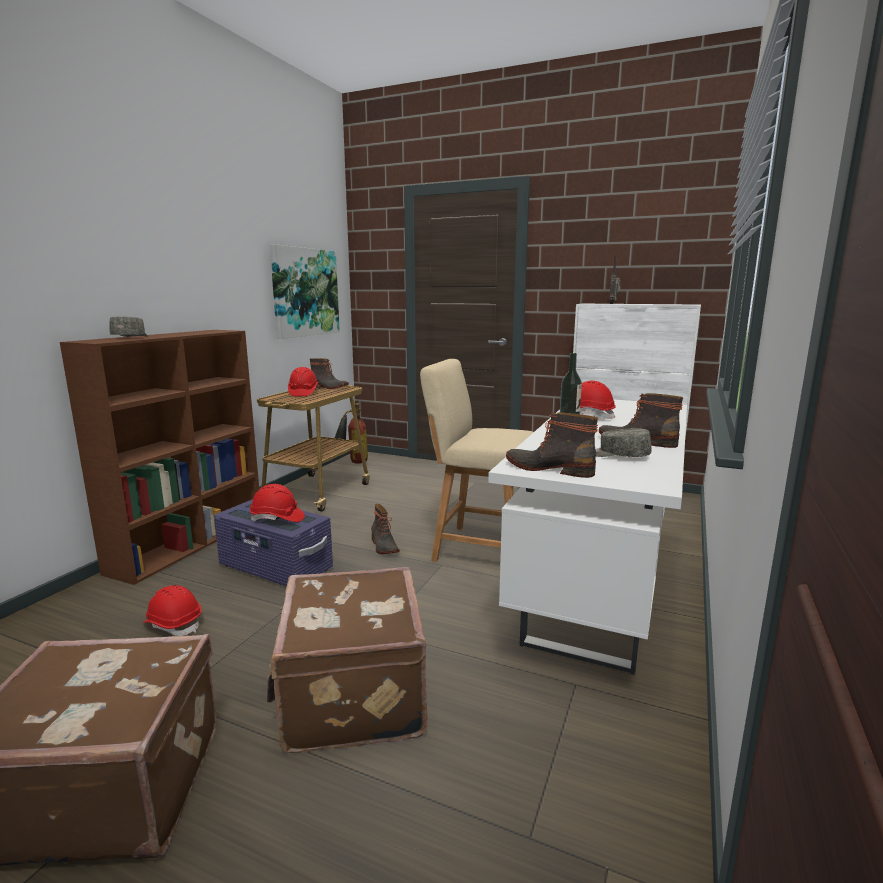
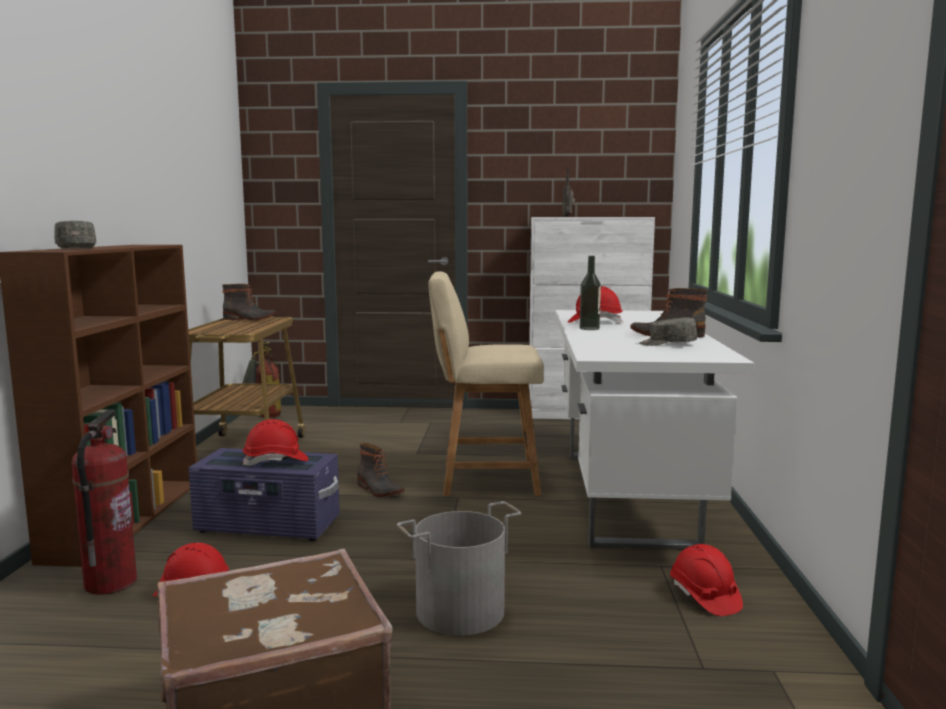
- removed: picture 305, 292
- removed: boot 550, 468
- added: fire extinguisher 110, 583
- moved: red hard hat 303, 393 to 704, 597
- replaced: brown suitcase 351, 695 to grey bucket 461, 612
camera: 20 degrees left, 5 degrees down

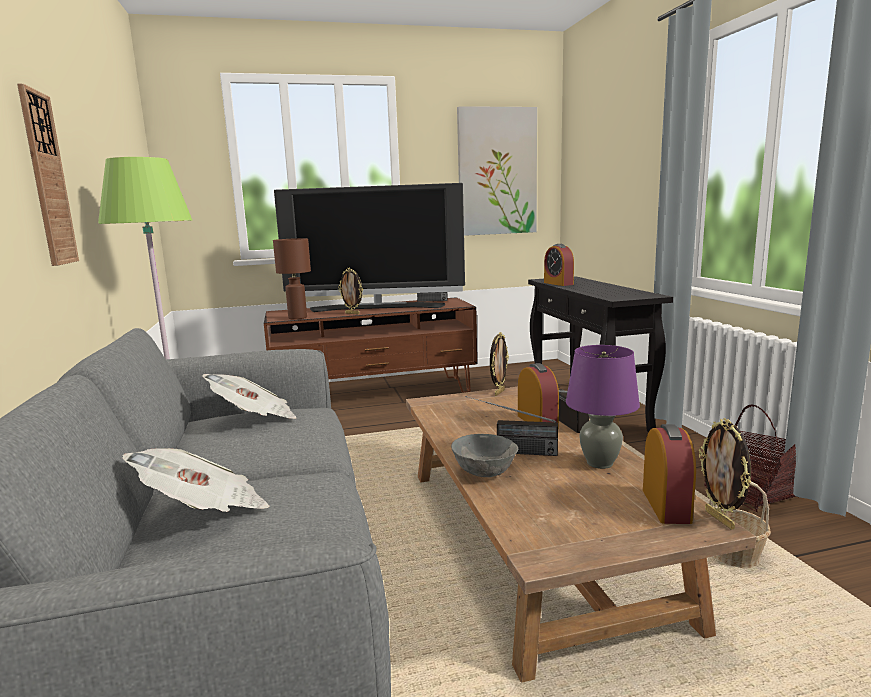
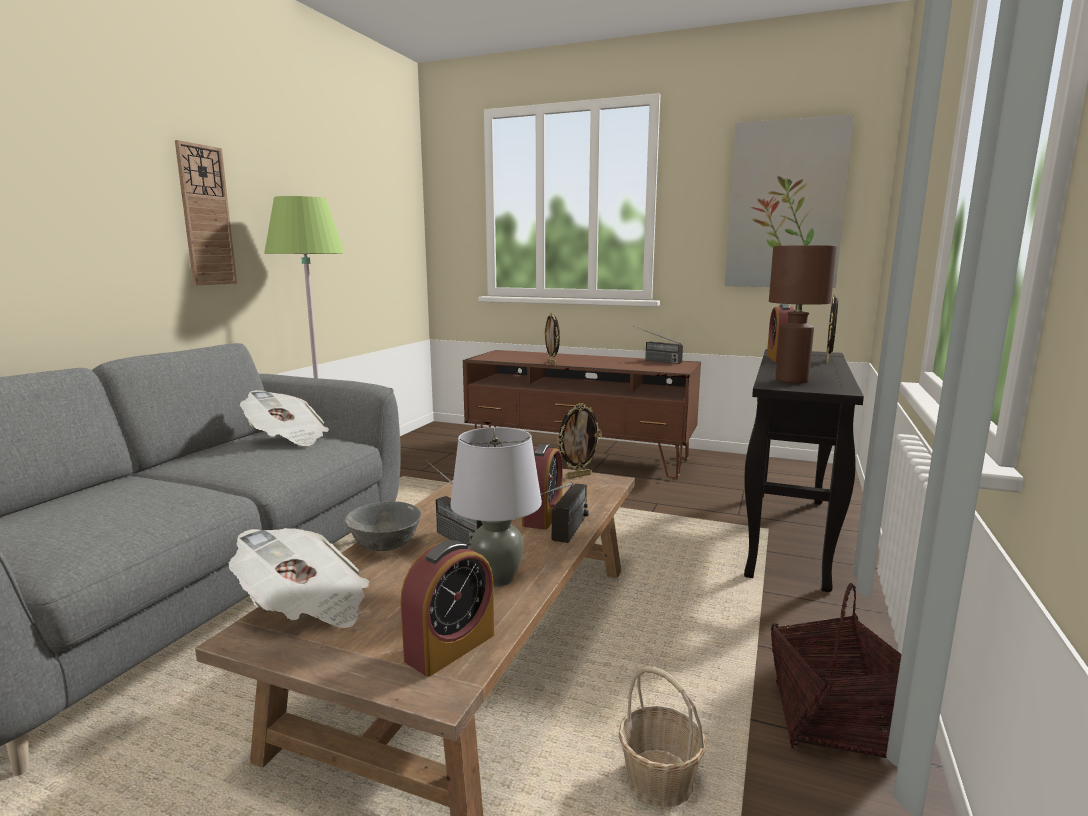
- removed: television 377, 308
- moved: newspaper 205, 510 to 307, 607
- moved: brown table lamp 297, 318 to 791, 380
- moved: picture frame 720, 519 to 828, 361
- recoloured: purple table lamp 600, 463 to grey table lamp 497, 578
camera: 35 degrees right, 0 degrees up

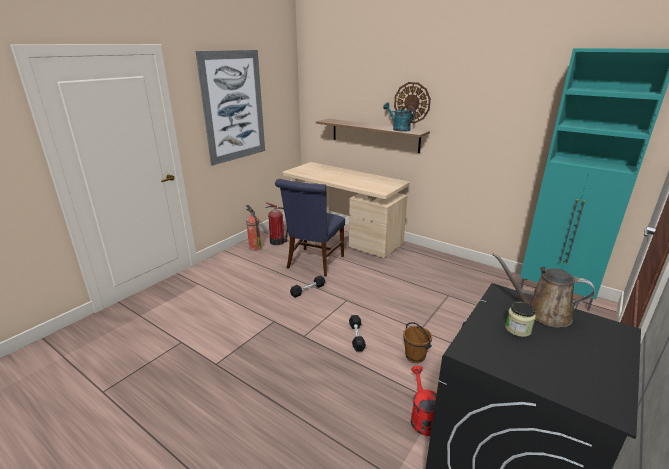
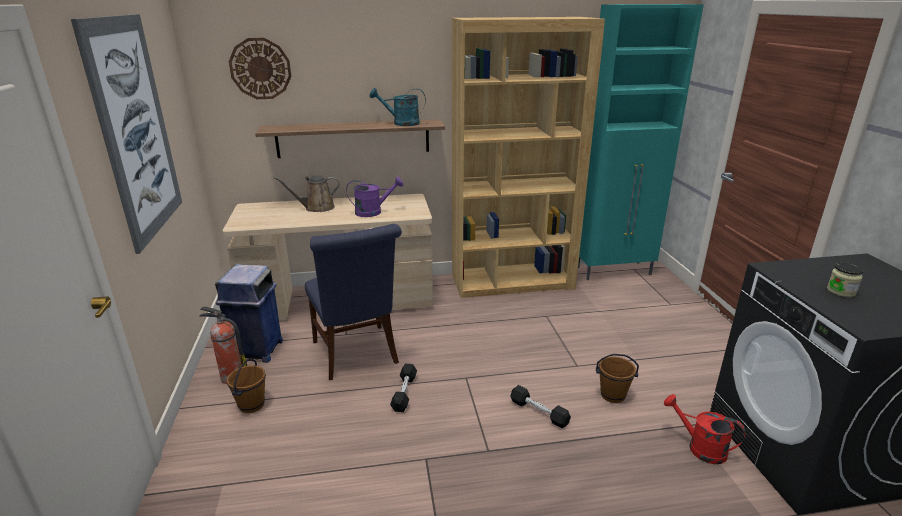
- added: brown bucket 251, 405
- added: purple watering can 373, 212
- added: brown bookcase 512, 281
- moved: wall clock 412, 102 to 260, 69
- moved: brown watering can 542, 313 to 316, 208
- replaced: fire extinguisher 278, 242 to blue trash can 257, 350
camera: 45 degrees left, 0 degrees up

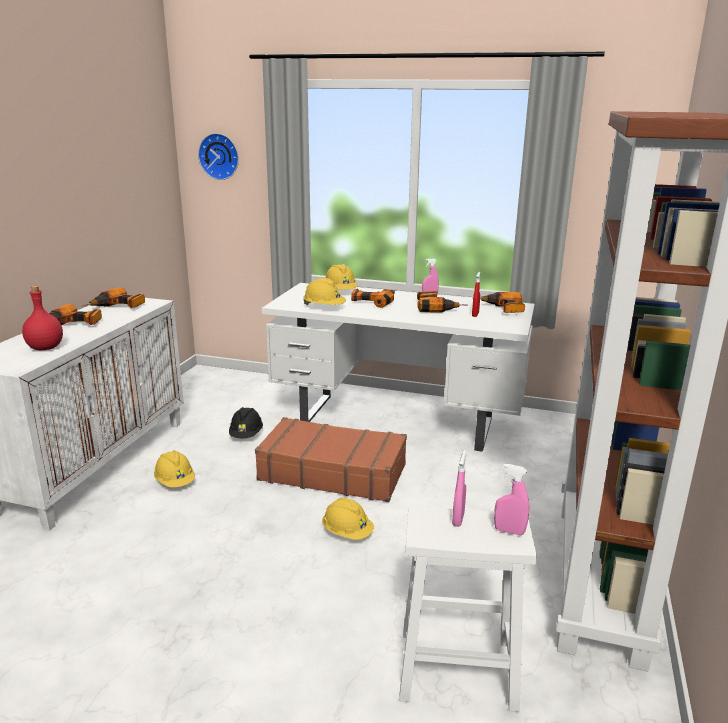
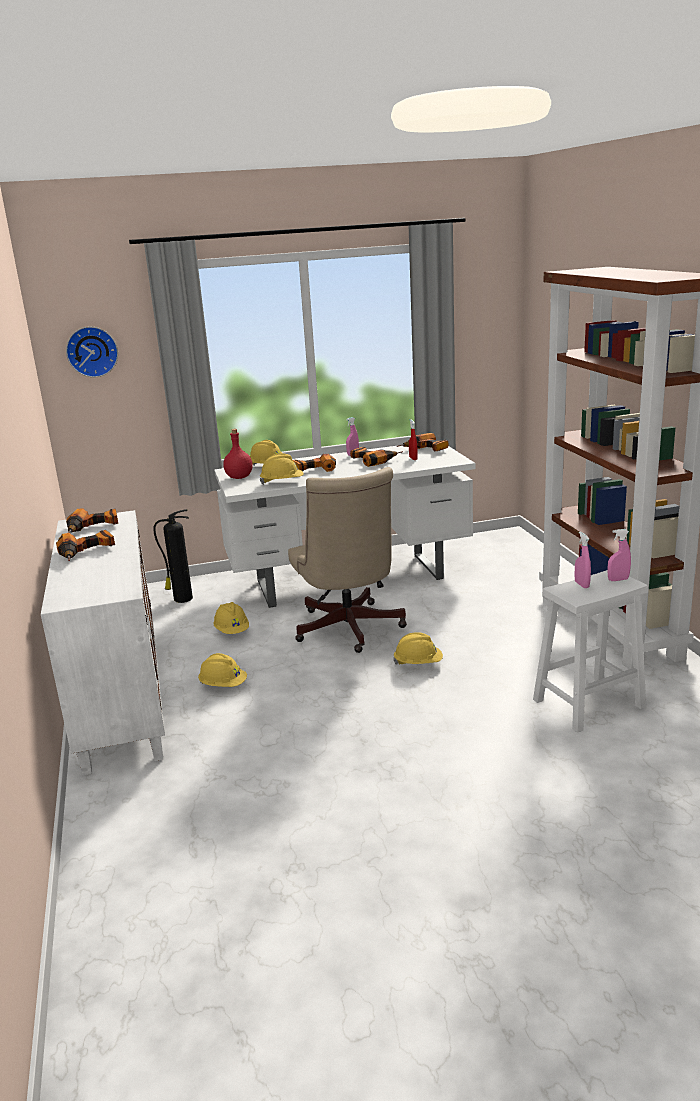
- added: fire extinguisher 182, 599
- moved: red bottle 45, 348 to 239, 477
- replaced: brown suitcase 332, 472 to beige office chair 349, 631
- recoloured: black hard hat 246, 435 to yellow hard hat 232, 631
camera: 30 degrees left, 0 degrees up

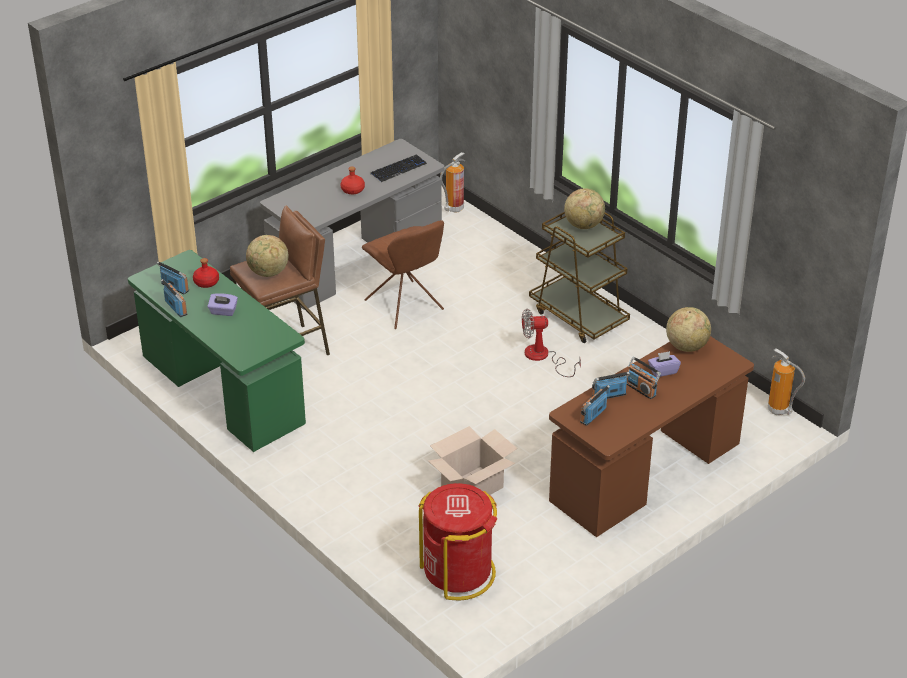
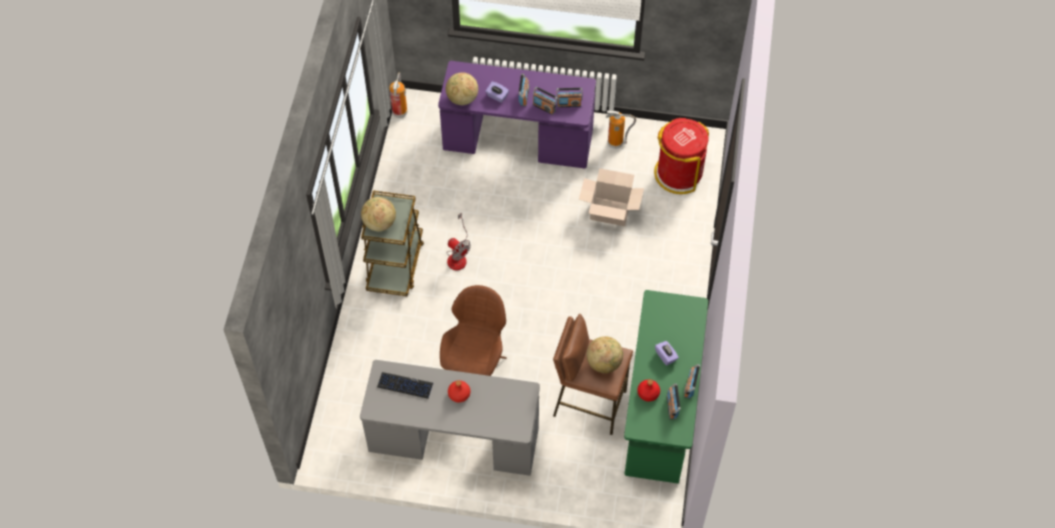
- moved: fire extinguisher 454, 209 to 616, 143
- recoloured: brown desk 645, 474 to purple desk 518, 140
camera: 130 degrees left, 20 degrees up

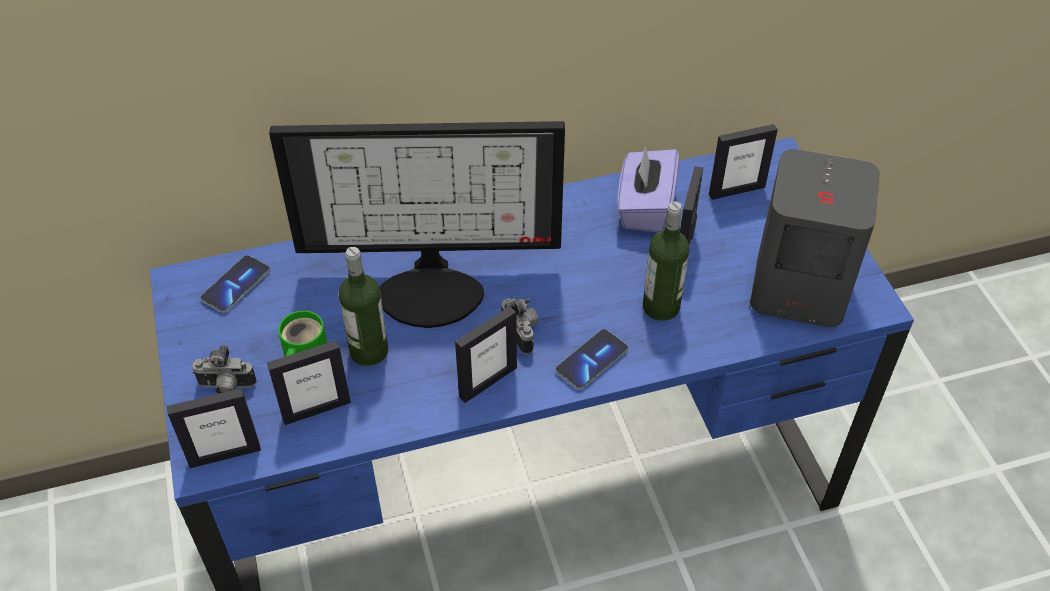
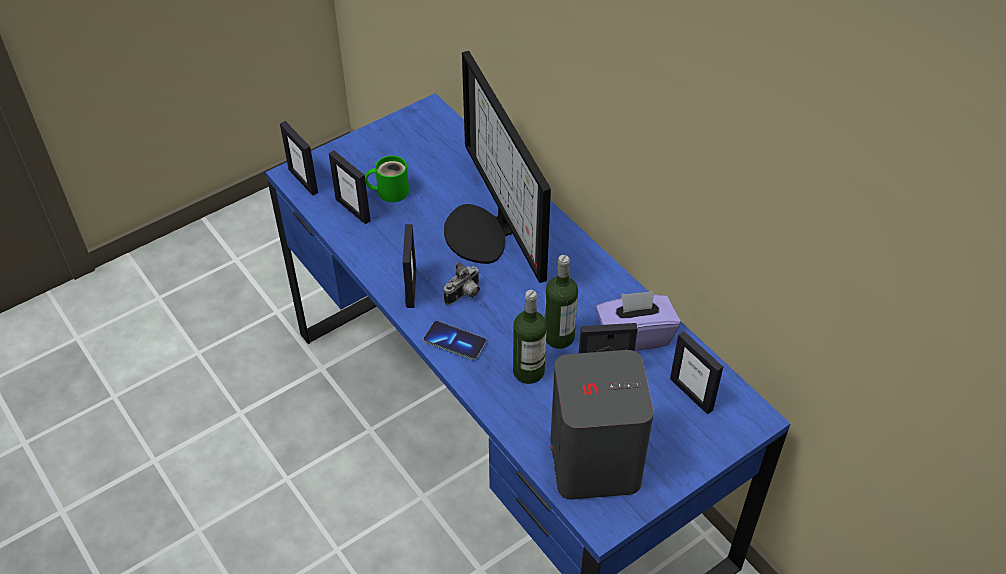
- removed: photo camera 226, 387
- removed: phone 236, 285
- moved: bottle 369, 351 to 559, 337
- turned: picture frame 487, 382 = 411, 288 120 degrees counterclockwise
camera: 70 degrees right, 0 degrees up

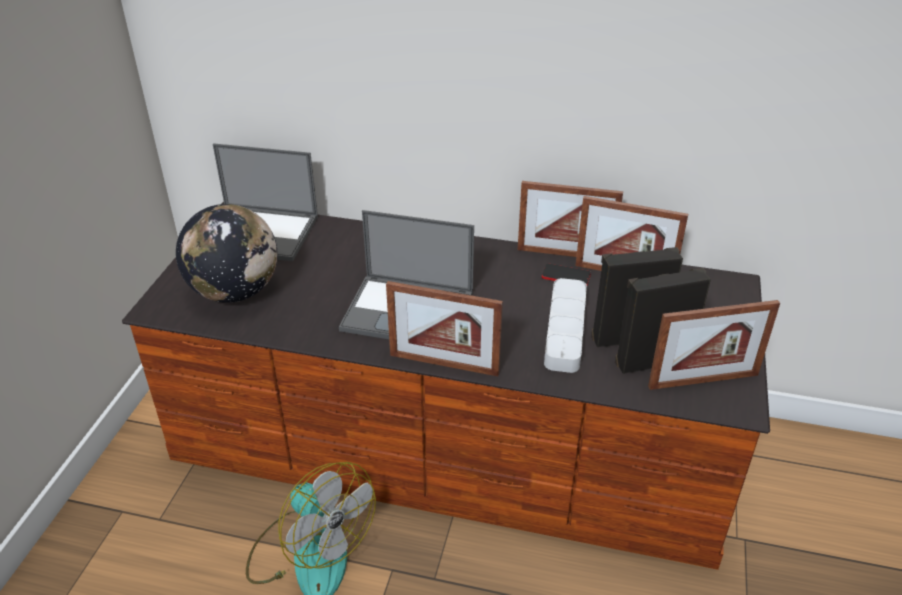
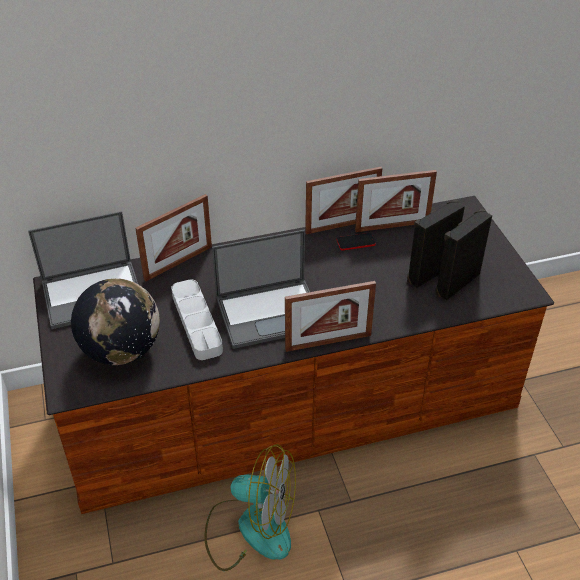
- moved: grey tray 565, 329 to 196, 323
- moved: picture frame 703, 380 to 178, 263
camera: 30 degrees left, 5 degrees up

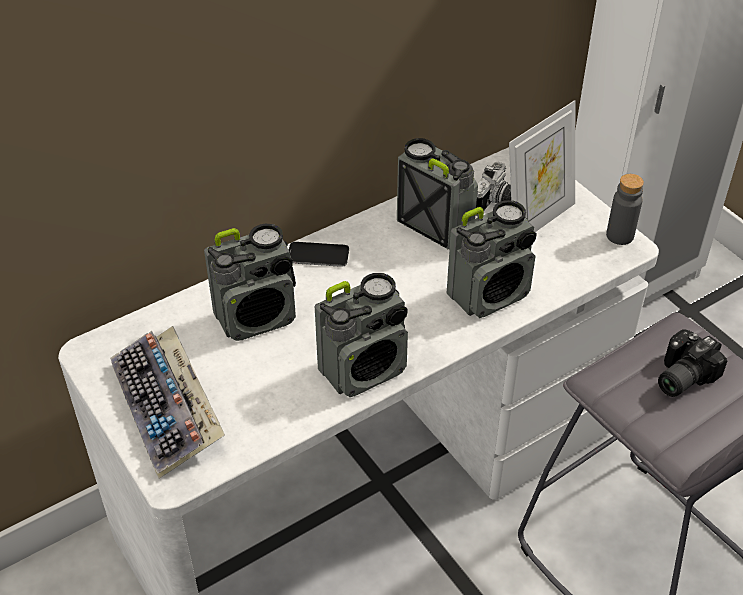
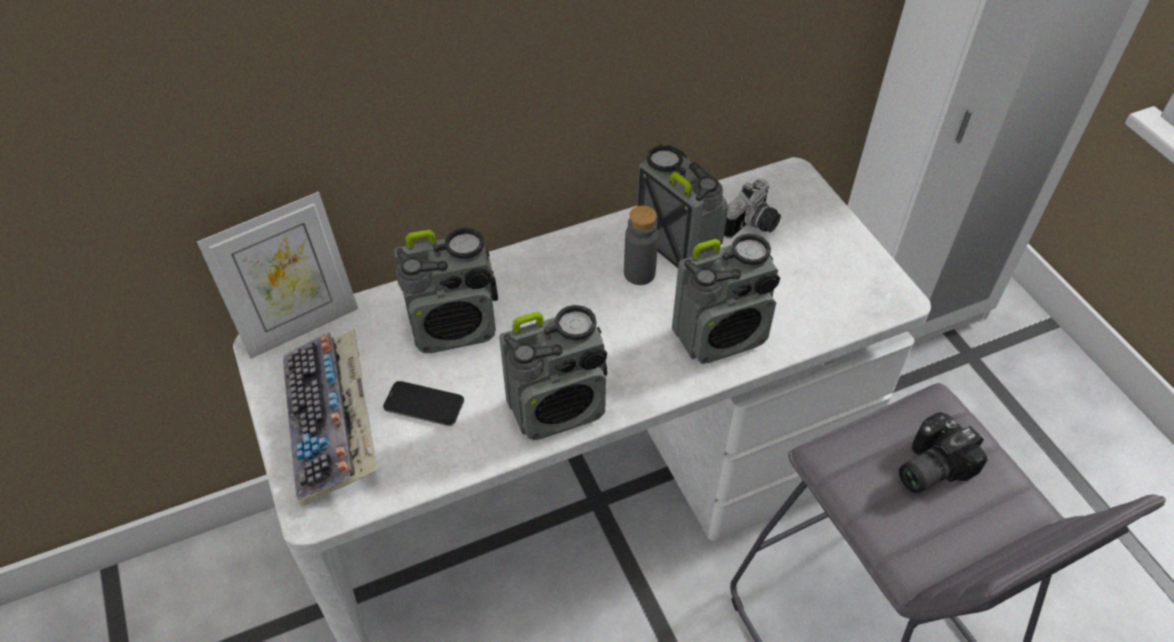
- moved: phone 318, 255 to 424, 404
- moved: picture frame 537, 220 to 300, 325
- moved: grey bottle 620, 235 to 639, 273
camera: 10 degrees right, 5 degrees up

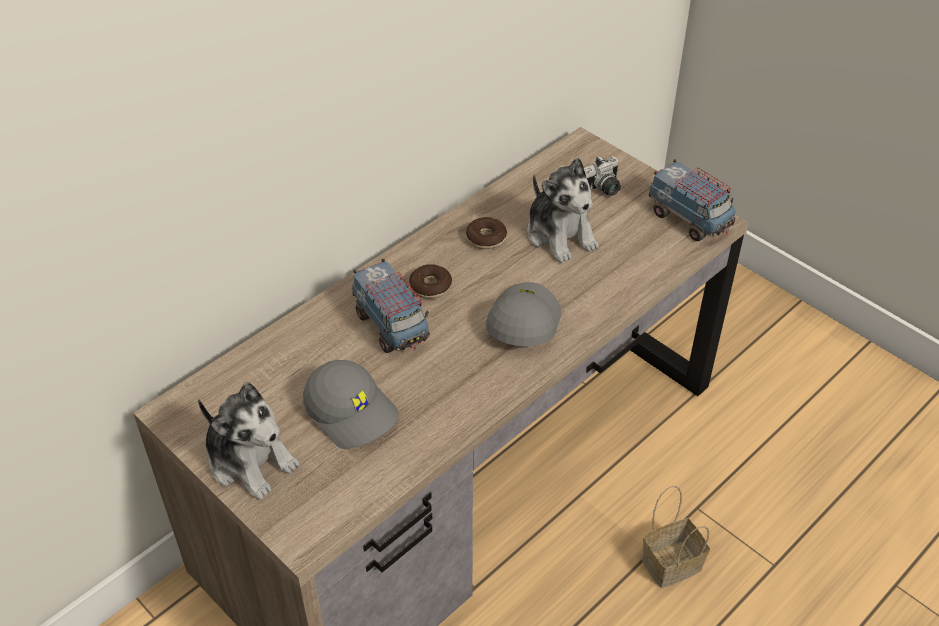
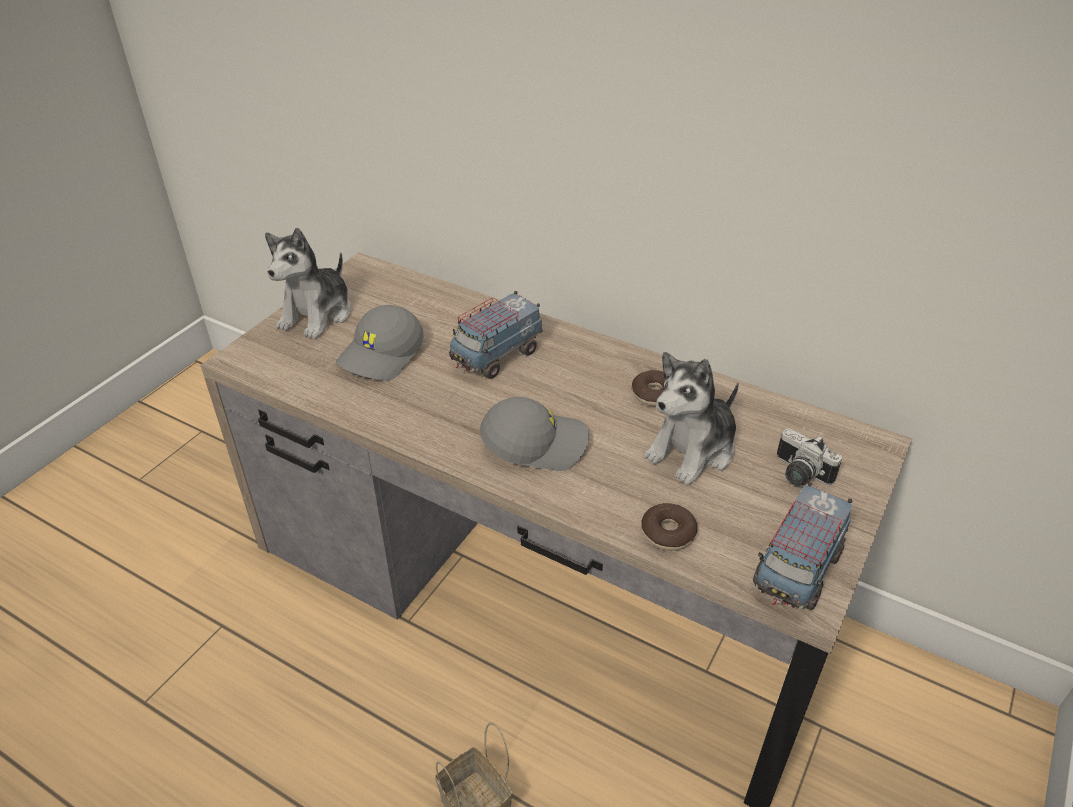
- moved: donut 430, 287 to 668, 533
camera: 75 degrees right, 5 degrees down

